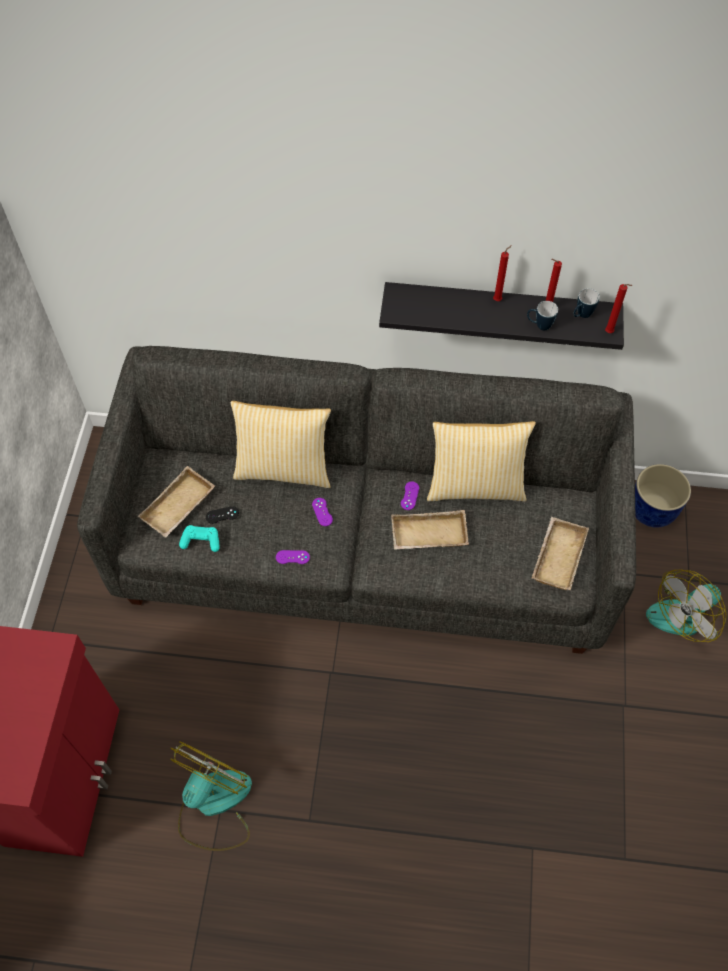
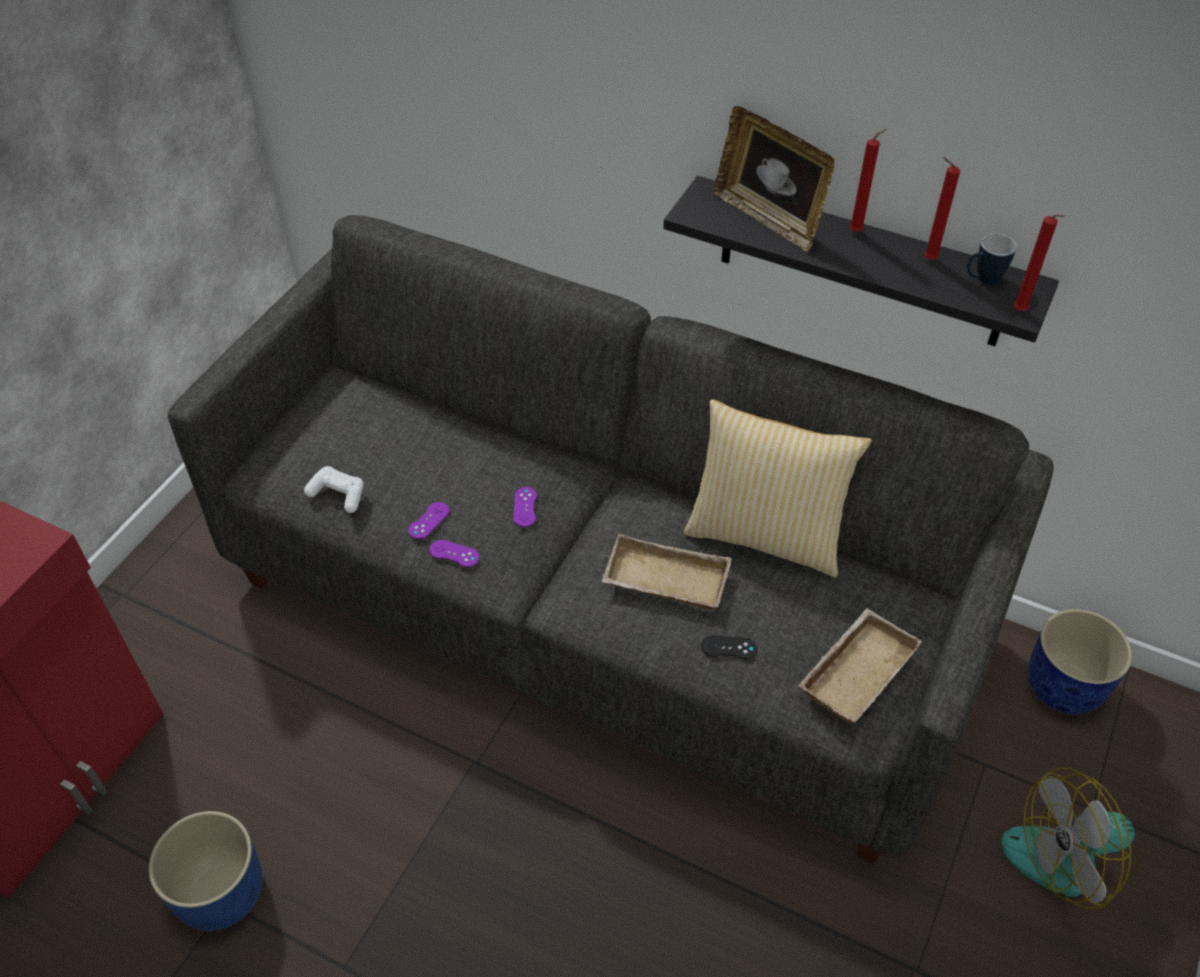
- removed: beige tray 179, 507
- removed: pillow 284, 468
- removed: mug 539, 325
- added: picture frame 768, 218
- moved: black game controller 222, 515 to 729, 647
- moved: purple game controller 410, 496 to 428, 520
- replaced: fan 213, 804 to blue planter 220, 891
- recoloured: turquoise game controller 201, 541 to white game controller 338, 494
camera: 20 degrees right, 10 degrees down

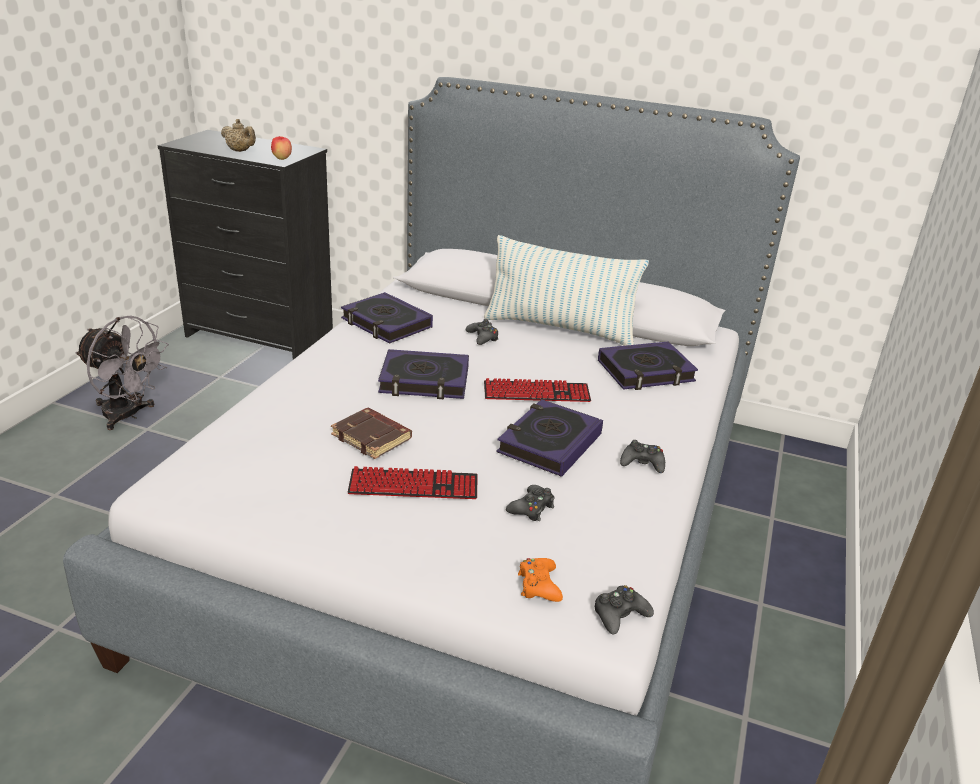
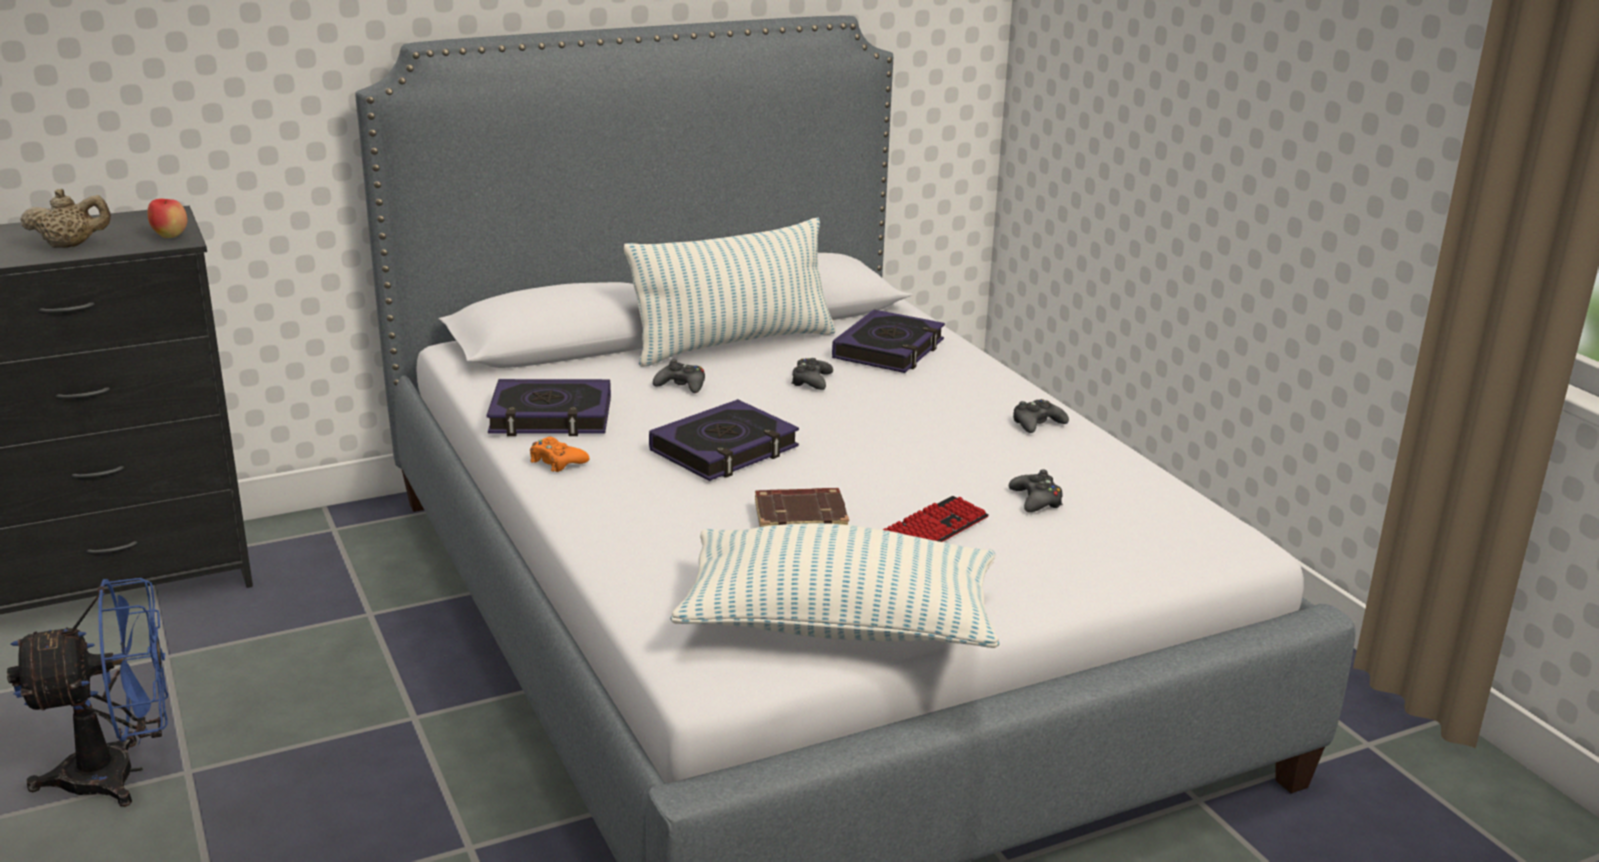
- removed: keyboard 536, 393
- removed: book 549, 443
- added: pillow 839, 625
- moved: orange game controller 539, 585 to 557, 461
- moved: black game controller 620, 615 to 811, 381
- recoloured: grey fan 128, 415 to blue fan 119, 774
camera: 45 degrees left, 5 degrees down

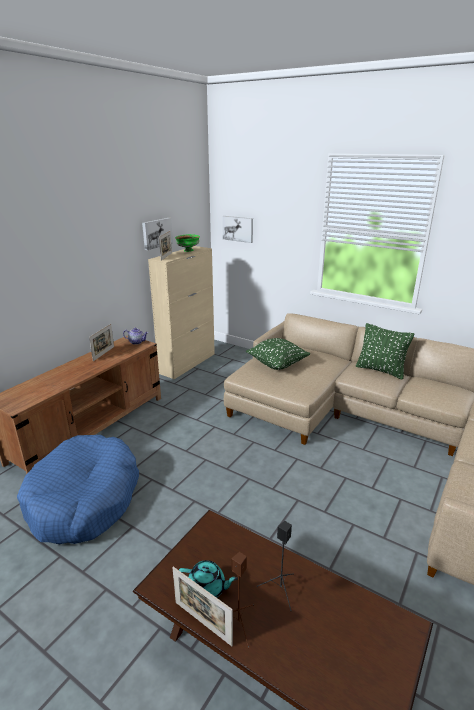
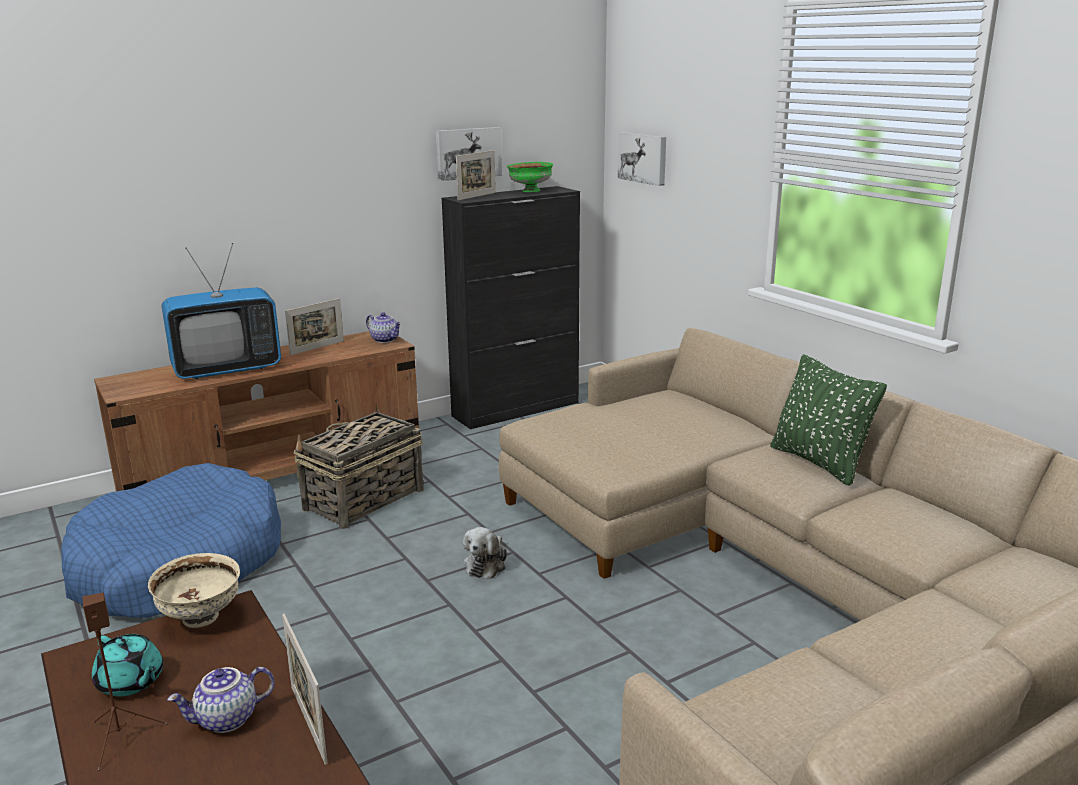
- removed: green pillow 277, 364
- added: beige bowl 202, 618
- added: television 227, 369
- added: basket 362, 500
- added: plush toy 486, 564
- moved: picture frame 202, 623 to 308, 723
- replaced: black speaker 280, 590 to teapot 226, 720
- recoloured: beige cabinet 188, 363 to black cabinet 516, 409
camera: 25 degrees right, 5 degrees down

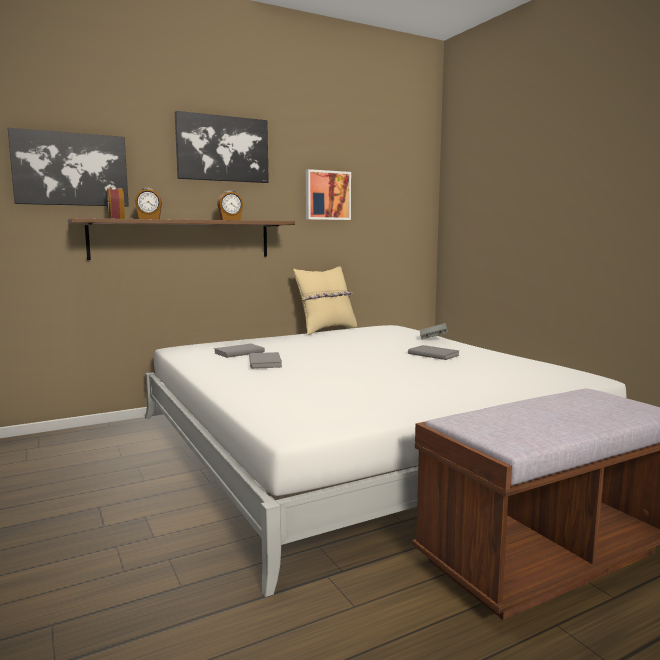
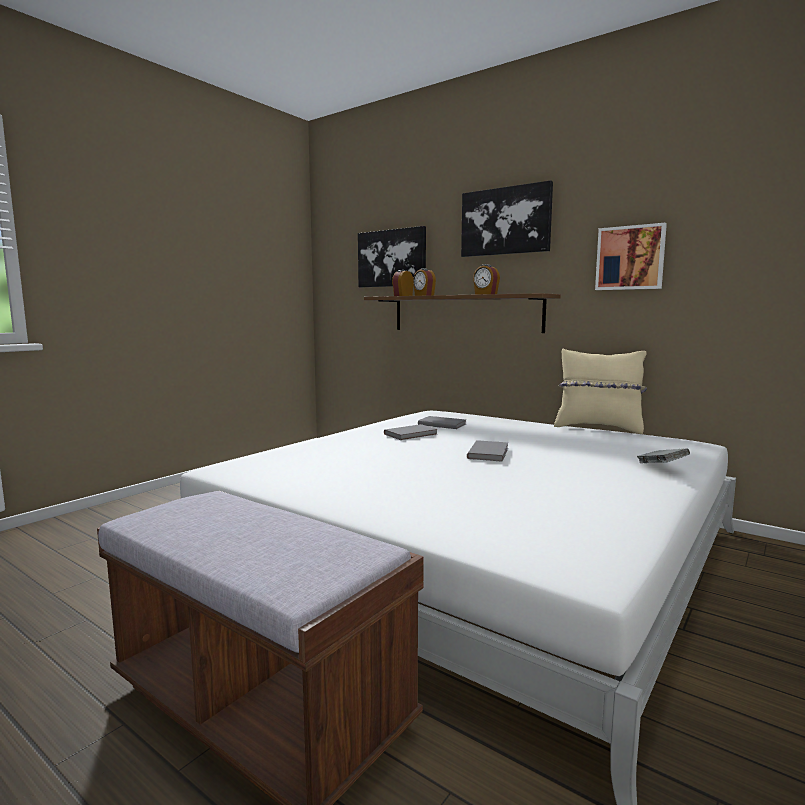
- moved: grey book 433, 354 to 489, 453
camera: 65 degrees right, 0 degrees up

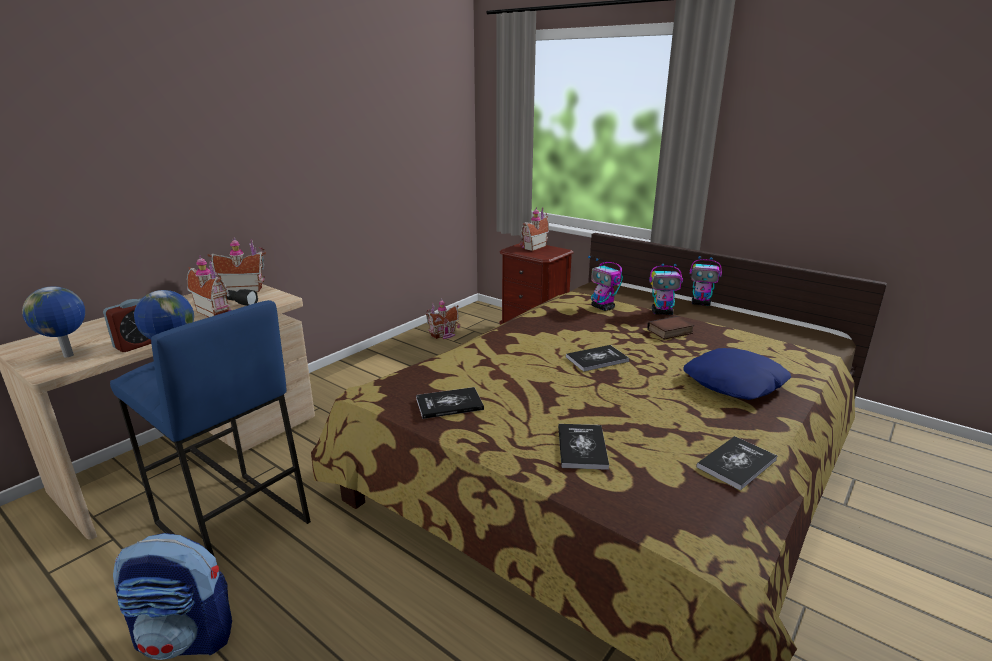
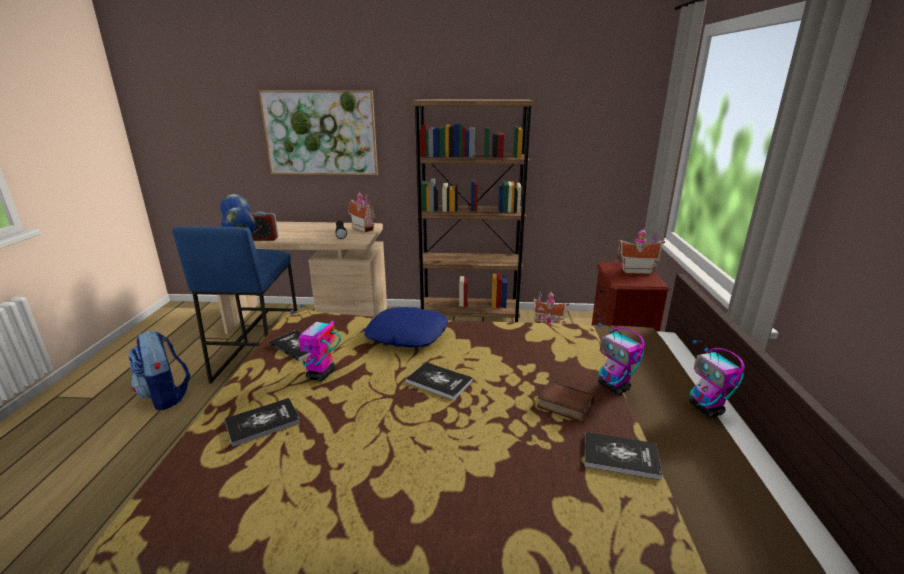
- removed: toy house 216, 312
- added: picture 320, 133
- added: brown bookcase 469, 318
- moved: toy robot 603, 308 to 321, 374
- moved: blue pillow 735, 383 to 407, 335
- moved: book 736, 463 to 620, 456
camera: 55 degrees right, 0 degrees up

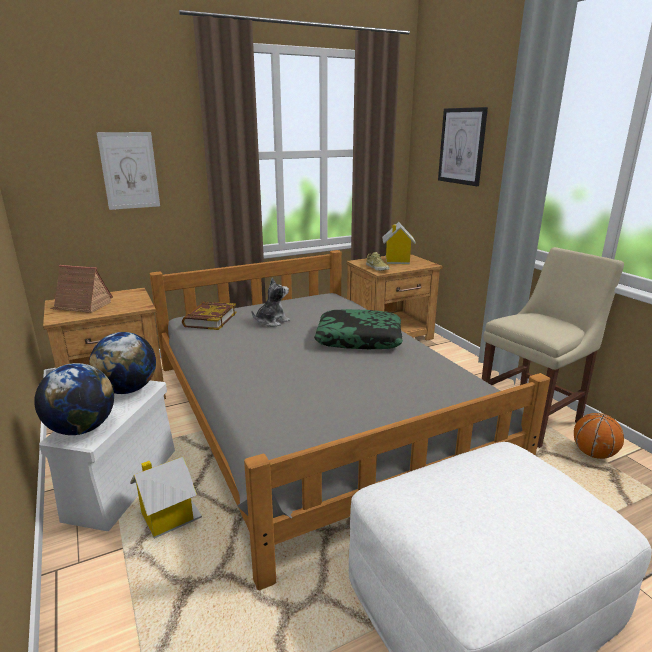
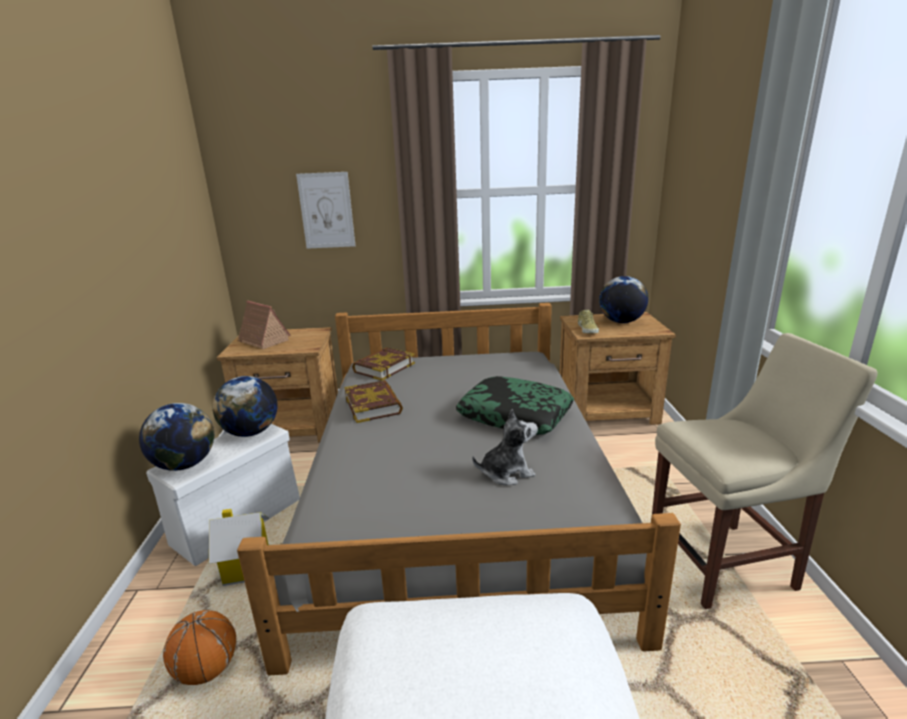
- removed: picture 462, 146
- added: book 373, 405
- moved: plush toy 271, 321 to 506, 473
- moved: basketball 593, 454 to 207, 670
- replaced: toy house 397, 261 to globe 621, 322
camera: 25 degrees right, 0 degrees up

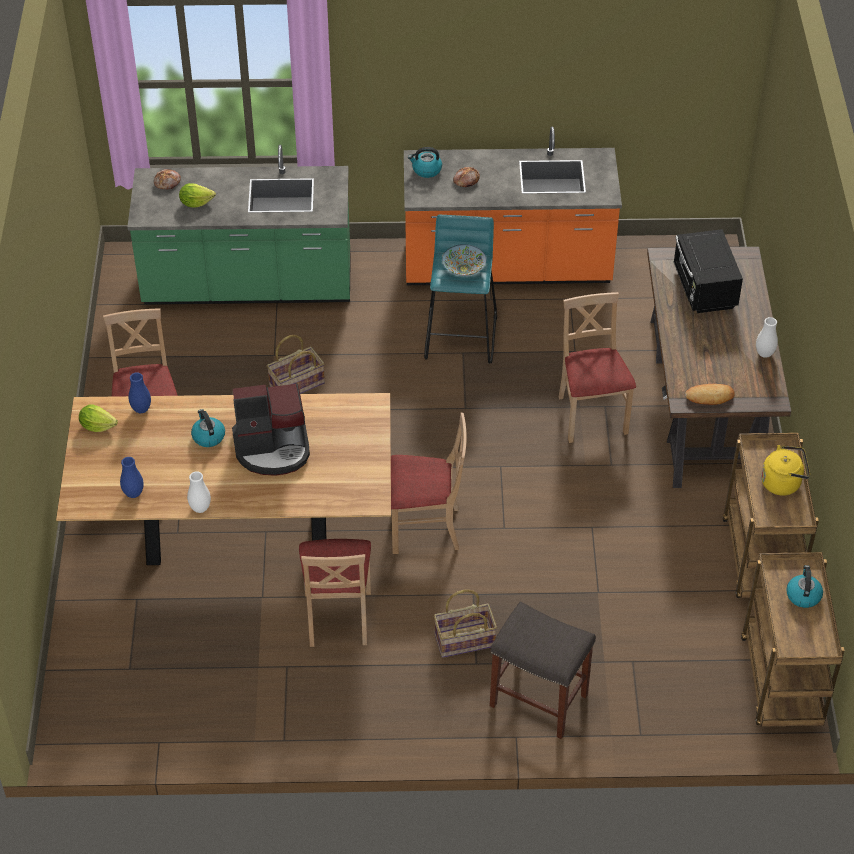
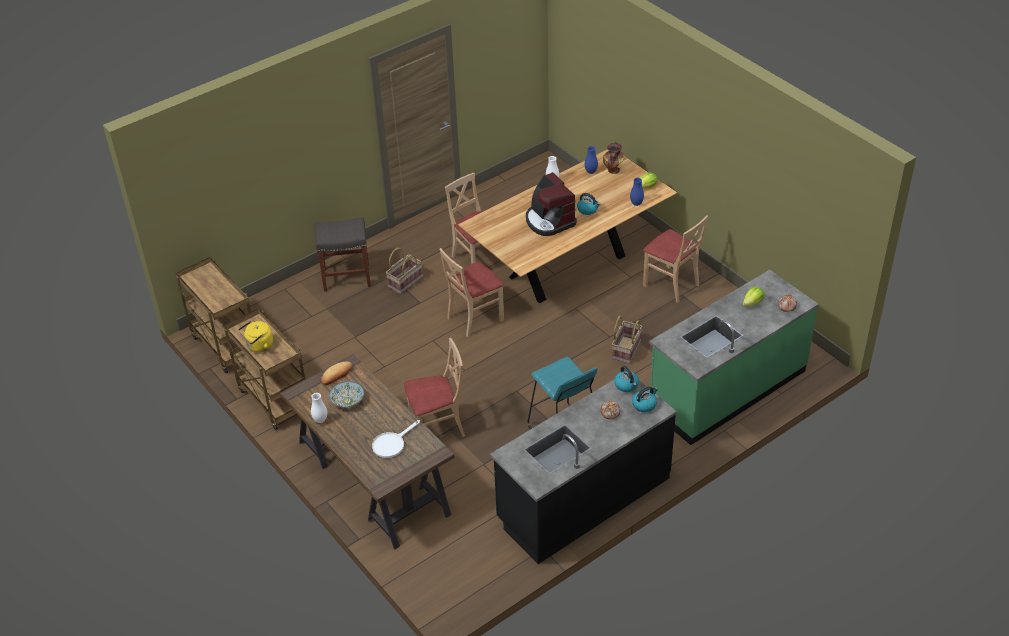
- added: vase 613, 170
- moved: bowl 463, 269 to 347, 401
- moved: kettle 803, 595 to 627, 385
- replaced: black microwave 704, 289 to white frying pan 391, 444
- recoloured: orange counter 507, 267 to black counter 583, 499
- turned: coffee machine 273, 449 = 549, 221 75 degrees counterclockwise
- turned: beige chair 591, 415 = 437, 428 60 degrees counterclockwise
camera: 145 degrees right, 5 degrees down

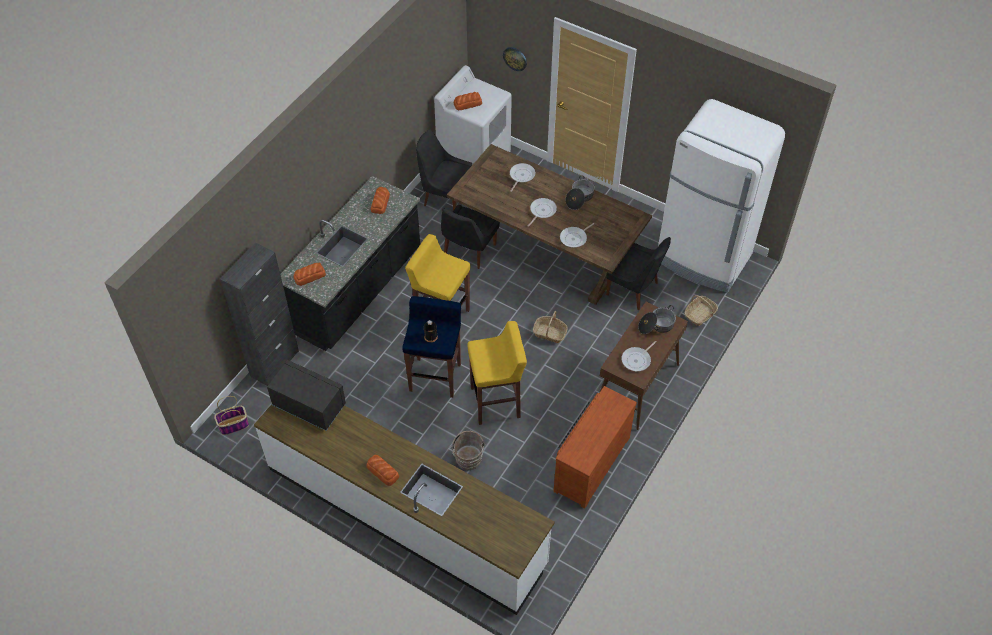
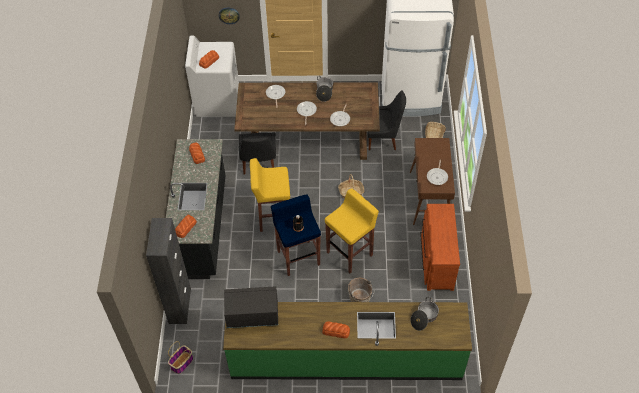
- removed: black chair 445, 197
- moved: cooking pot 656, 325 to 424, 318
- recoloured: white counter 406, 515 to green counter 346, 357
camera: 30 degrees left, 0 degrees up

